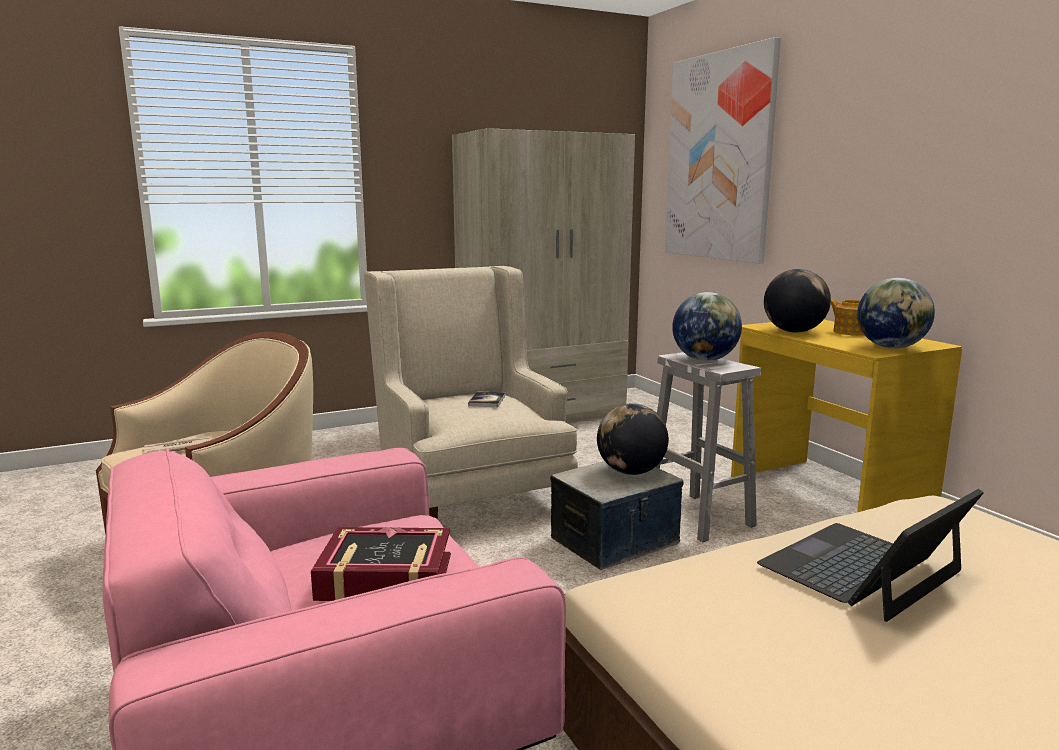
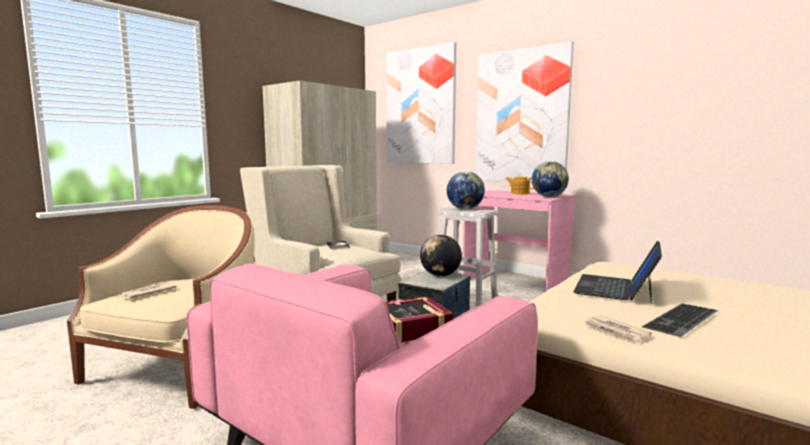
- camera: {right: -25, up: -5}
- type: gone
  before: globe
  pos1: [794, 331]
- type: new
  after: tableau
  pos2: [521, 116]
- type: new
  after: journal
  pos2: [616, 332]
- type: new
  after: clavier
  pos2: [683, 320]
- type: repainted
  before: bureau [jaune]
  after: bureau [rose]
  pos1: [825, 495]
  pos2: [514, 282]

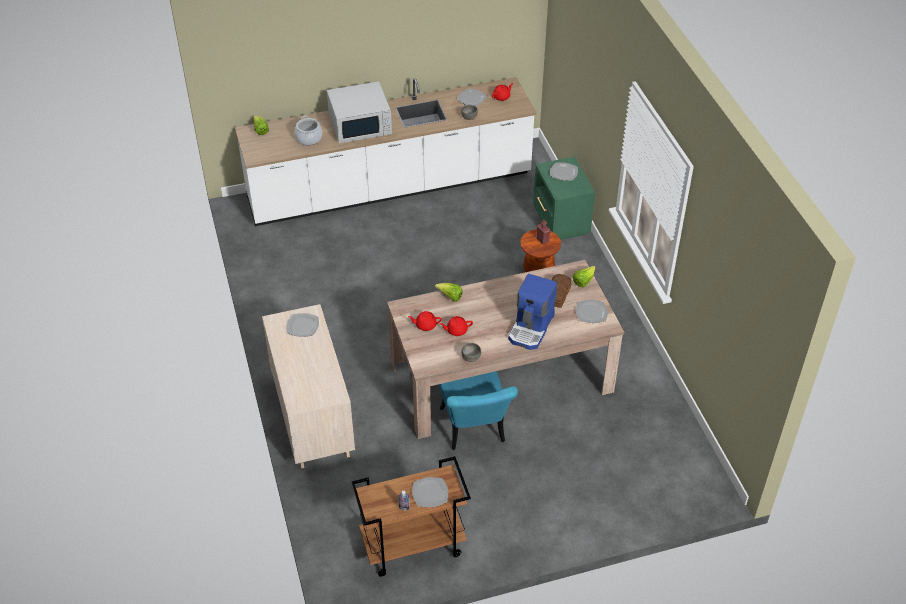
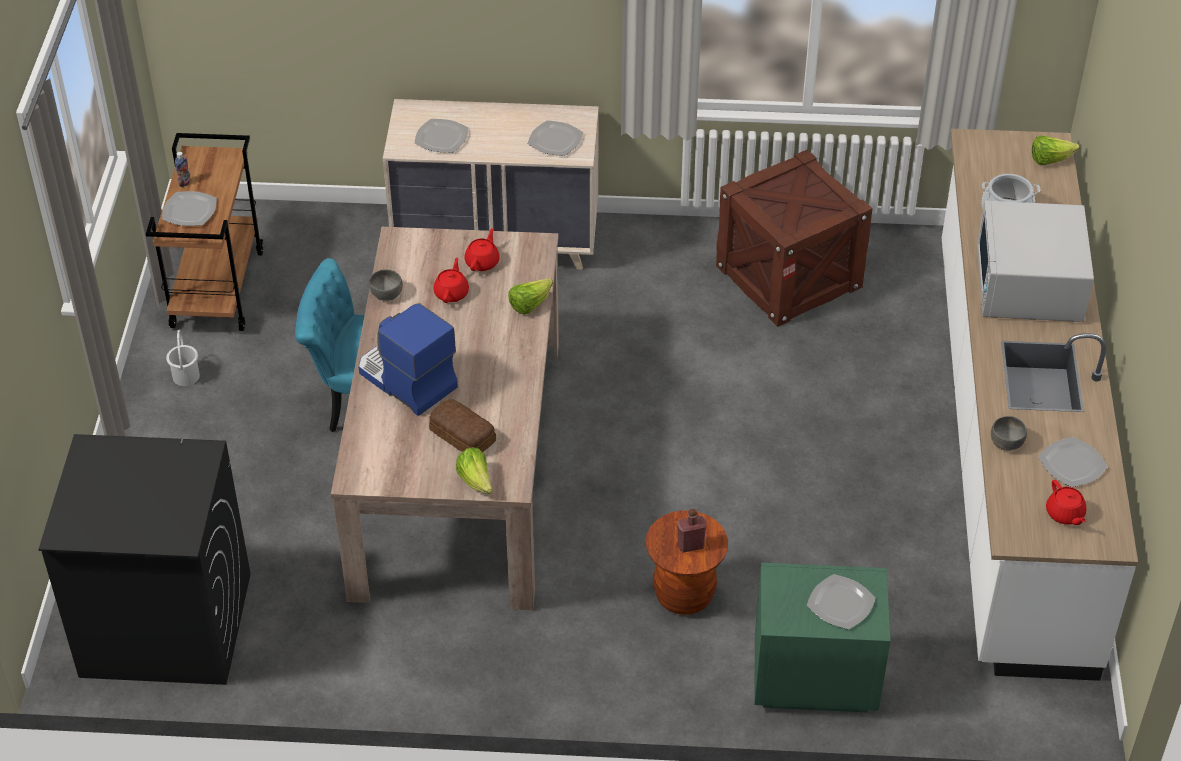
- camera: {right: 110, up: 0}
- type: new
  after: lave-linge [noir]
  pos2: [164, 625]
- type: new
  after: seau [blanc]
  pos2: [186, 376]
- type: new
  after: caisse
  pos2: [788, 276]
- type: shifted
  before: assiette
  pos1: [591, 313]
  pos2: [441, 137]

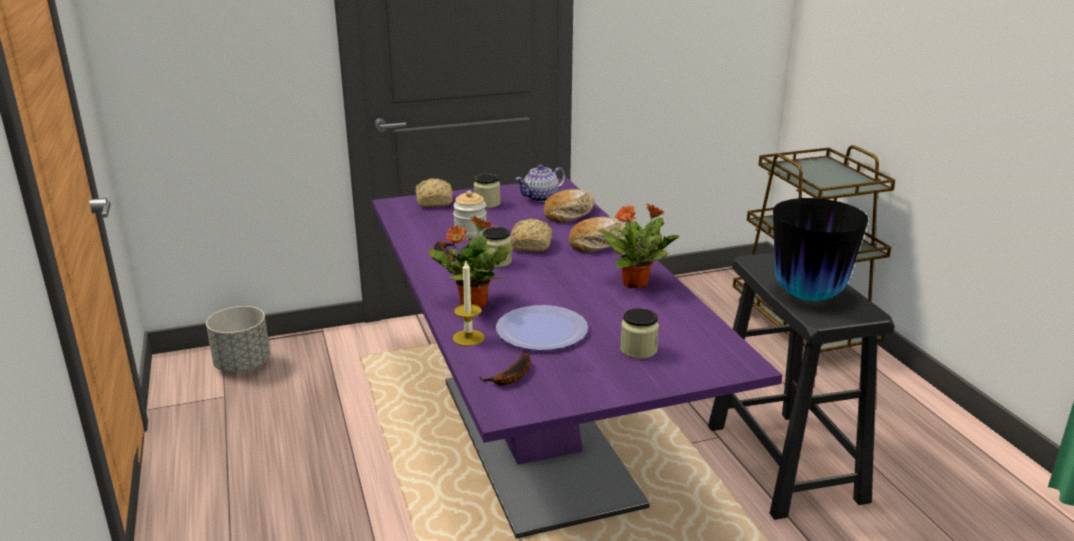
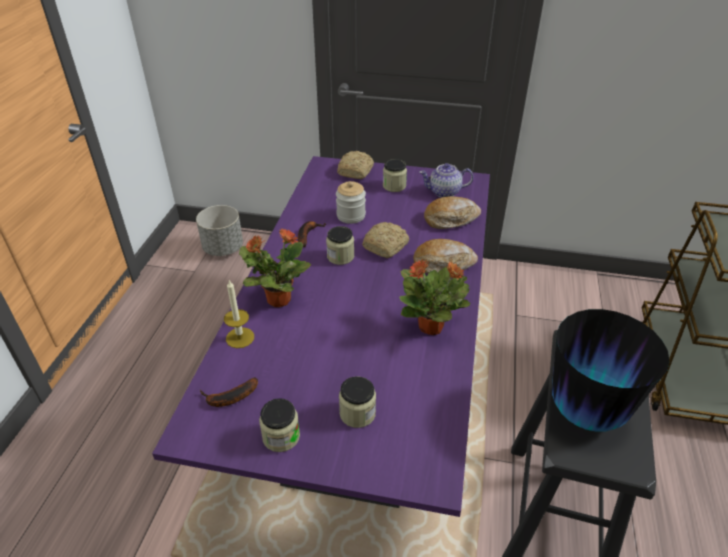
- camera: {right: 30, up: 15}
- type: gone
  before: assiette
  pos1: [541, 330]
- type: new
  after: bocal
  pos2: [281, 436]

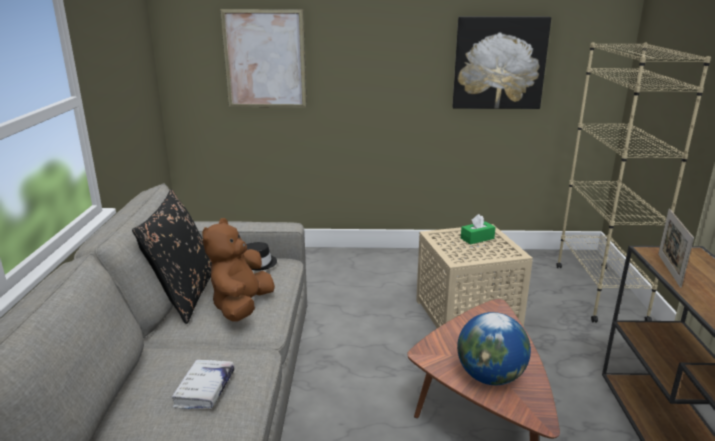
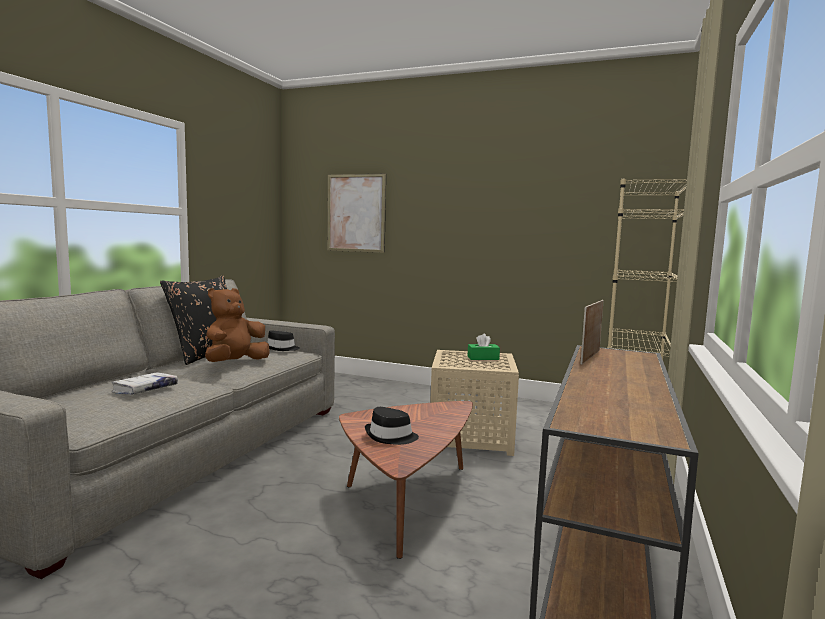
- camera: {right: 20, up: -15}
- type: gone
  before: tableau
  pos1: [499, 63]
- type: swapped
  before: globe
  after: chapeau [noir]
  pos1: [490, 377]
  pos2: [391, 437]

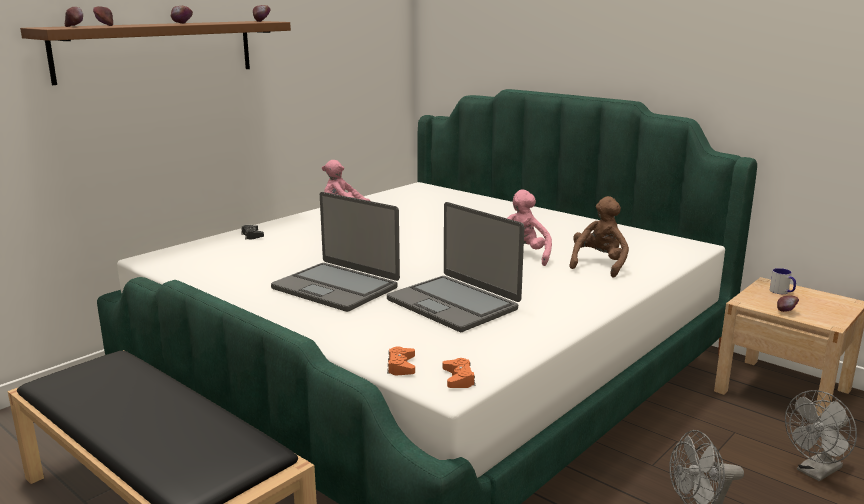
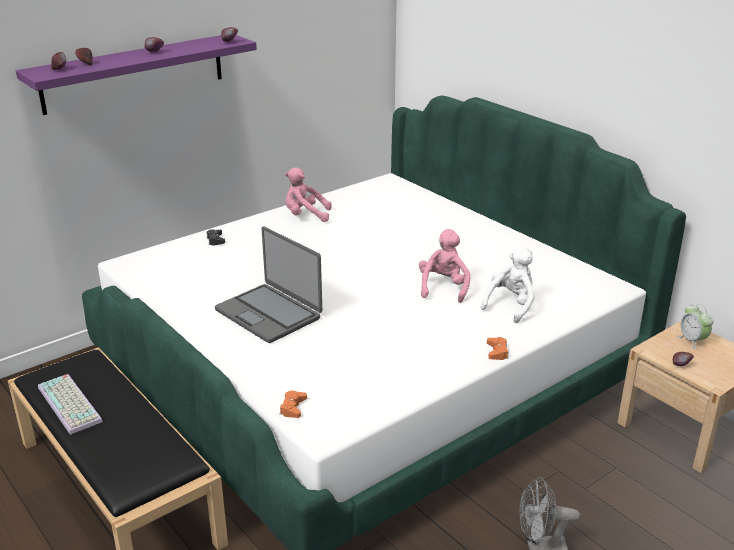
- camera: {right: 10, up: 10}
- type: gone
  before: ordinateur portable
  pos1: [453, 304]
- type: gone
  before: ventilateur [gris]
  pos1: [815, 472]
- type: new
  after: clavier
  pos2: [71, 404]
- type: shifted
  before: manette [orange]
  pos1: [458, 379]
  pos2: [497, 352]
- type: swapped
  before: mug
  after: réveil
  pos1: [782, 292]
  pos2: [692, 341]
- type: repainted
  before: étagère [marron]
  after: étagère [violet]
  pos1: [157, 50]
  pos2: [134, 73]
- type: repainted
  before: peluche [marron]
  after: peluche [blanc]
  pos1: [599, 264]
  pos2: [511, 305]

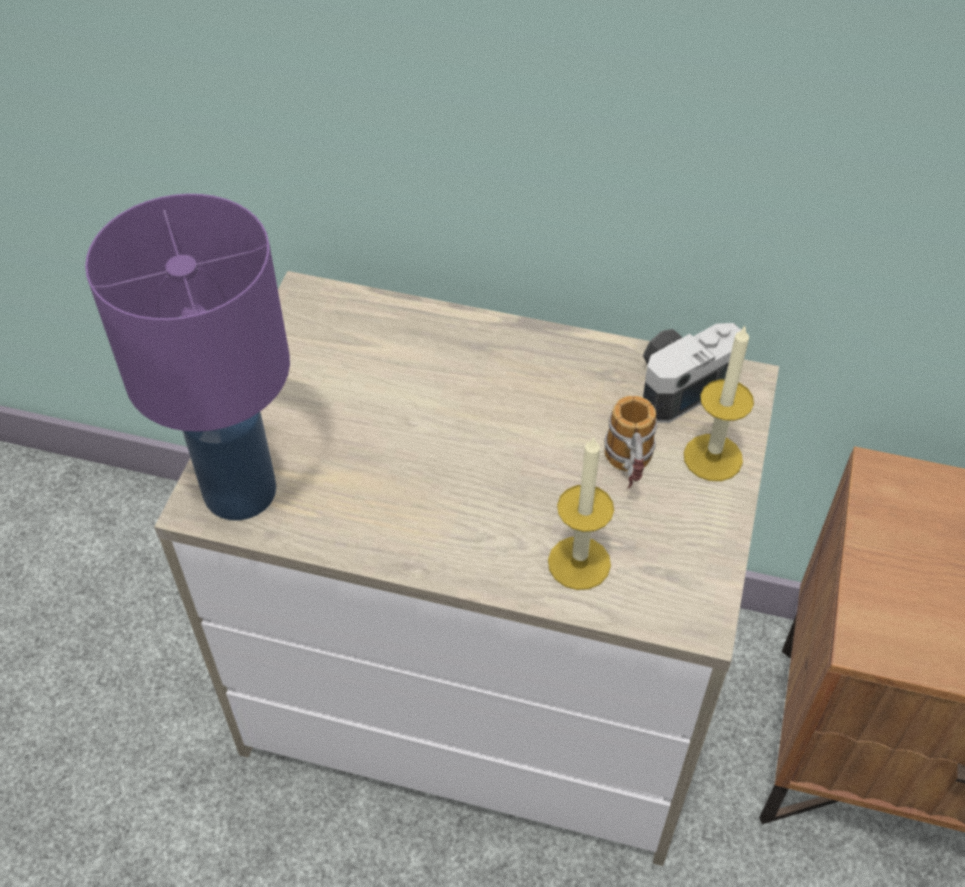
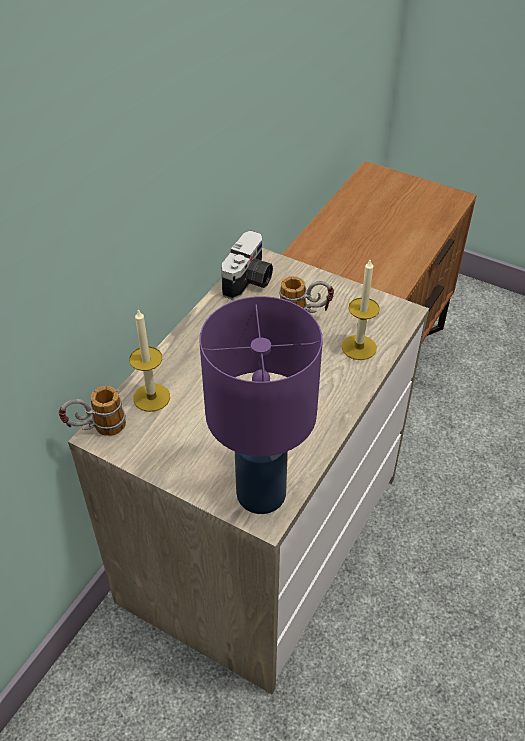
- camera: {right: -75, up: -5}
- type: new
  after: mug
  pos2: [96, 430]
- type: shifted
  before: bougie
  pos1: [713, 457]
  pos2: [151, 397]
- type: rotated
  before: appareil photo
  pos1: [679, 382]
  pos2: [250, 281]
  turn: -135

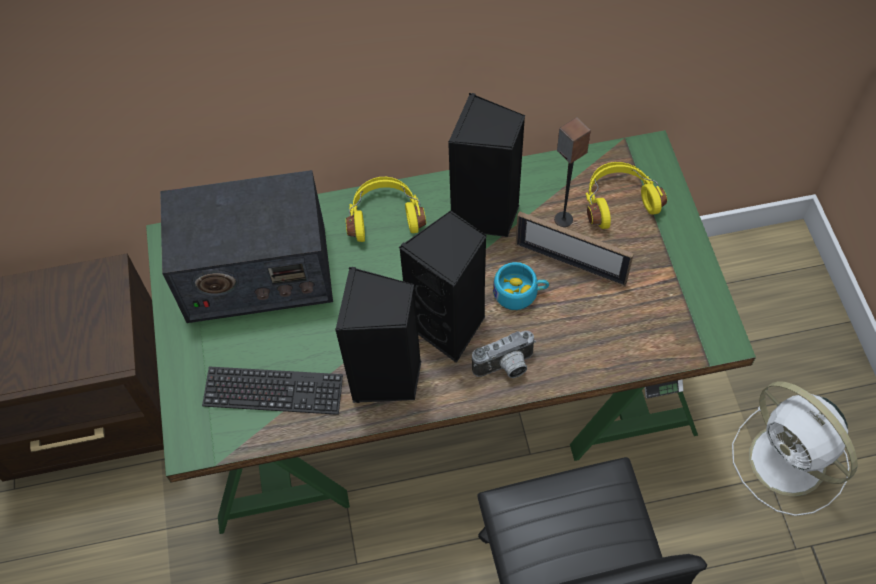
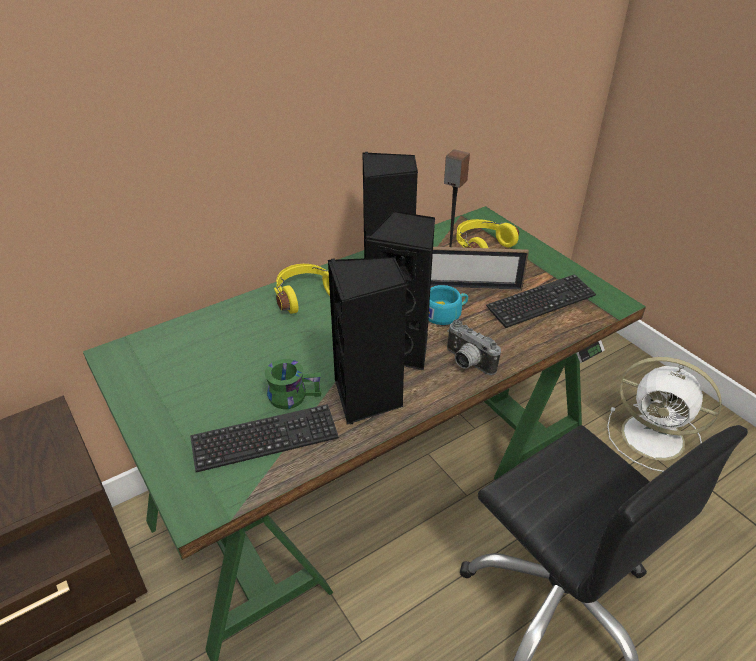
- camera: {right: -25, up: -20}
- type: gone
  before: radio
  pos1: [256, 273]
- type: new
  after: mug [vert]
  pos2: [293, 394]
- type: new
  after: clavier
  pos2: [541, 302]
- type: rotated
  before: appareil photo
  pos1: [506, 368]
  pos2: [466, 363]
  turn: 90

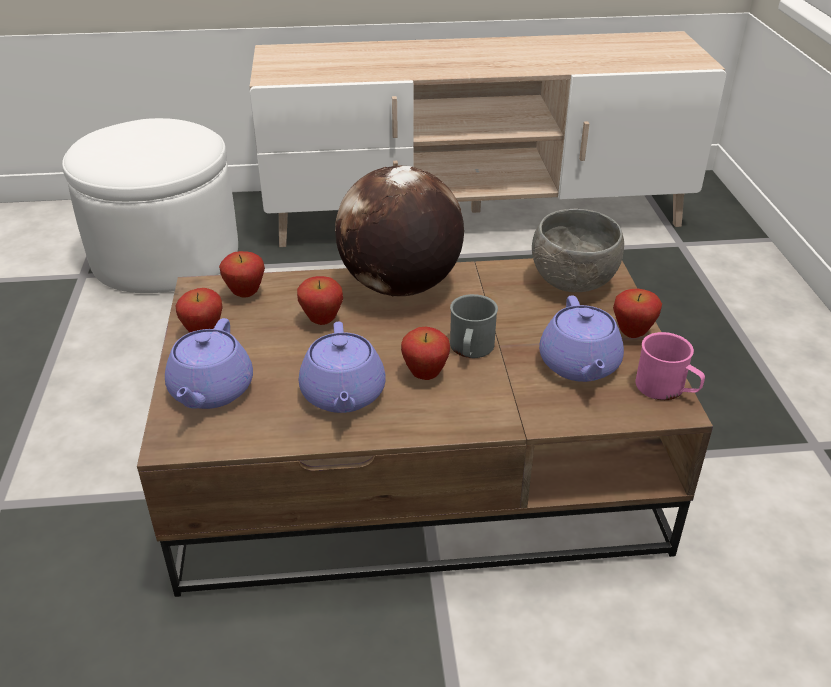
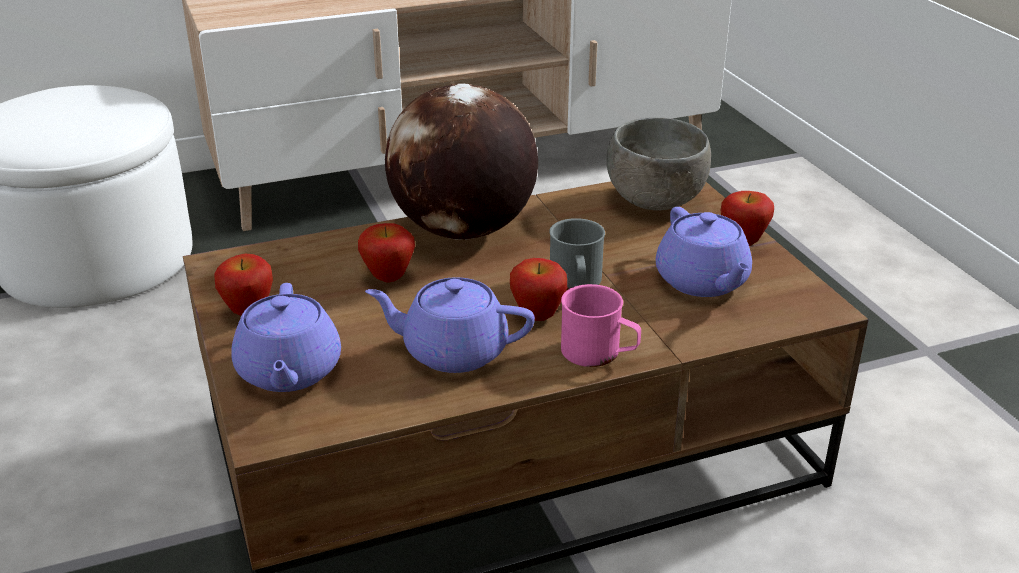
- camera: {right: -15, up: -5}
- type: gone
  before: pomme
  pos1: [245, 294]
- type: shifted
  before: mug [rose]
  pos1: [666, 389]
  pos2: [599, 353]
- type: rotated
  before: théière [violet]
  pos1: [343, 395]
  pos2: [452, 351]
  turn: 120

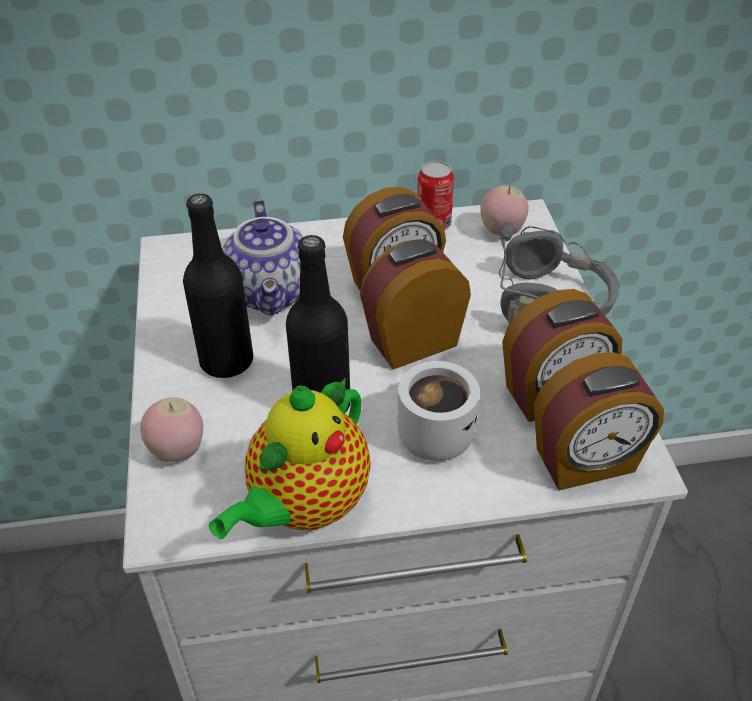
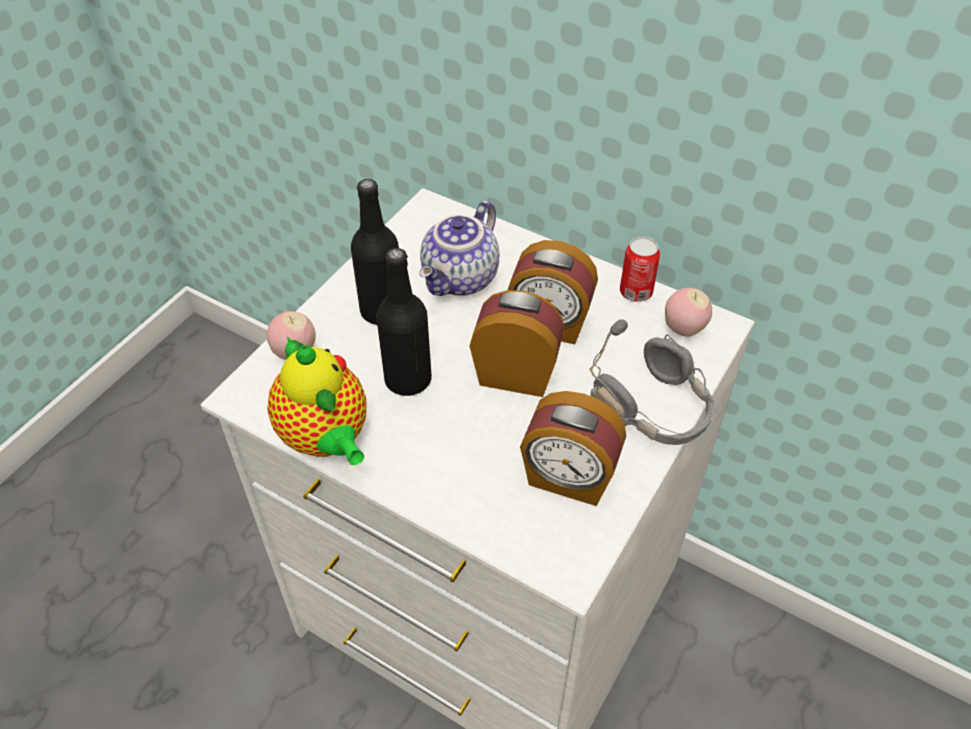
- camera: {right: 40, up: 5}
- type: gone
  before: mug [blanc]
  pos1: [431, 431]
- type: gone
  before: réveil
  pos1: [586, 462]
- type: rotated
  before: théière
  pos1: [304, 507]
  pos2: [326, 439]
  turn: -105

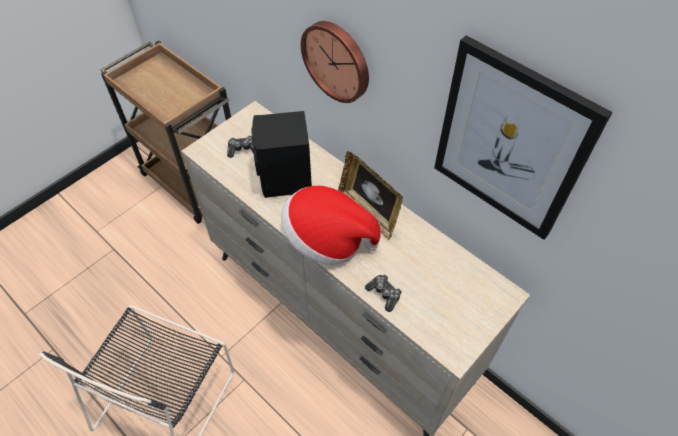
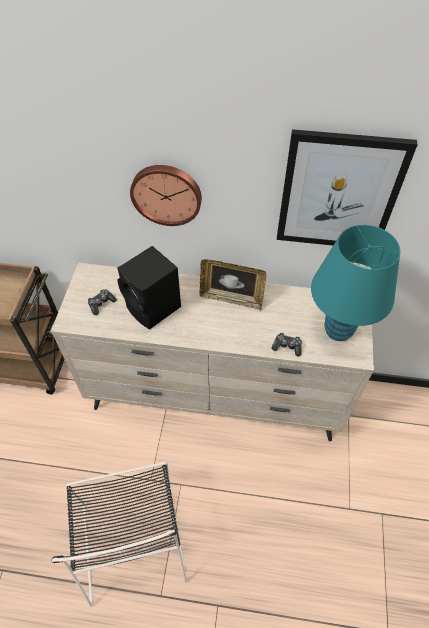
- camera: {right: -35, up: 0}
- type: gone
  before: chapeau
  pos1: [327, 239]
- type: new
  after: lampe de table [turquoise]
  pos2: [338, 330]

